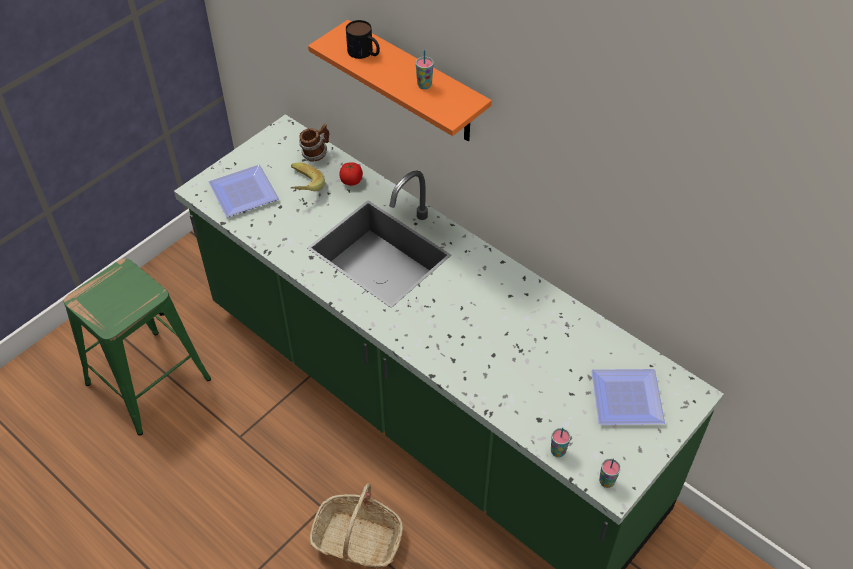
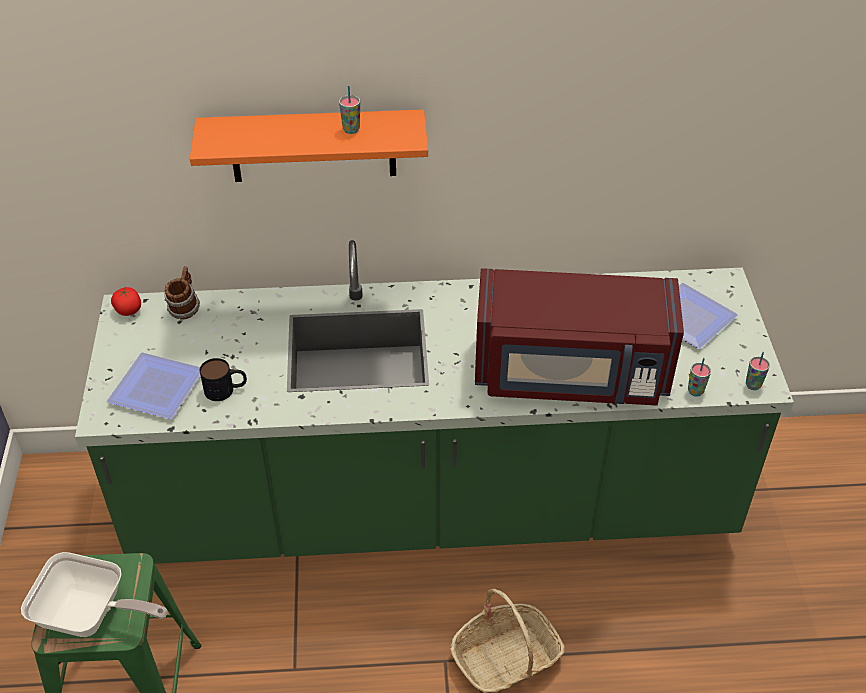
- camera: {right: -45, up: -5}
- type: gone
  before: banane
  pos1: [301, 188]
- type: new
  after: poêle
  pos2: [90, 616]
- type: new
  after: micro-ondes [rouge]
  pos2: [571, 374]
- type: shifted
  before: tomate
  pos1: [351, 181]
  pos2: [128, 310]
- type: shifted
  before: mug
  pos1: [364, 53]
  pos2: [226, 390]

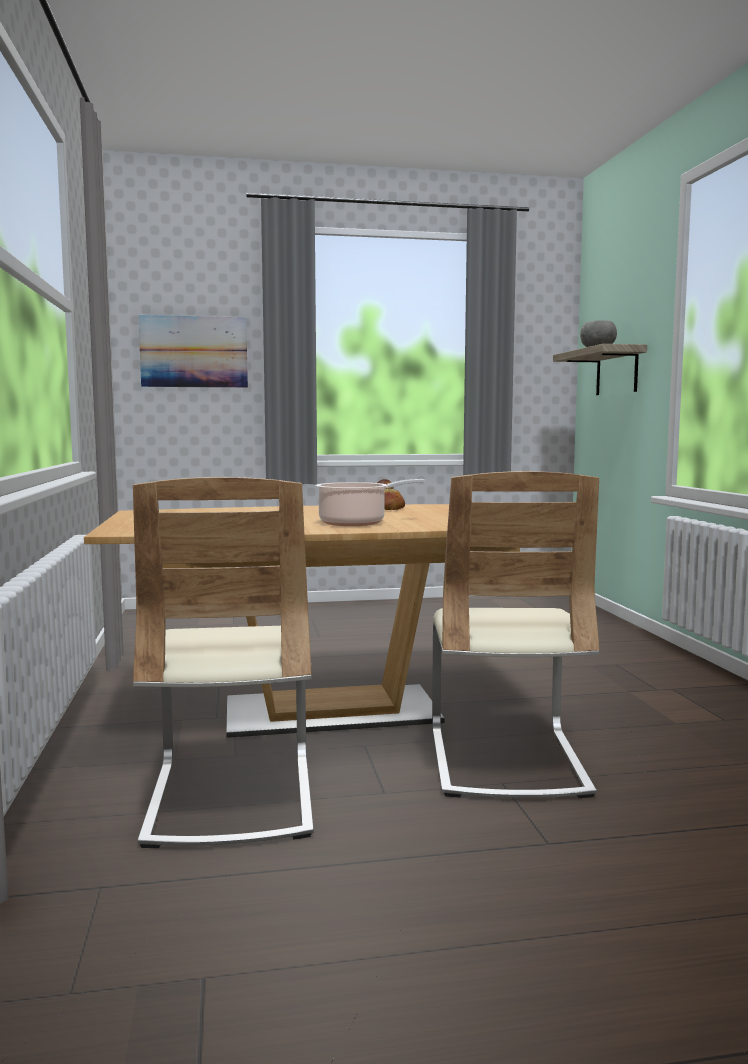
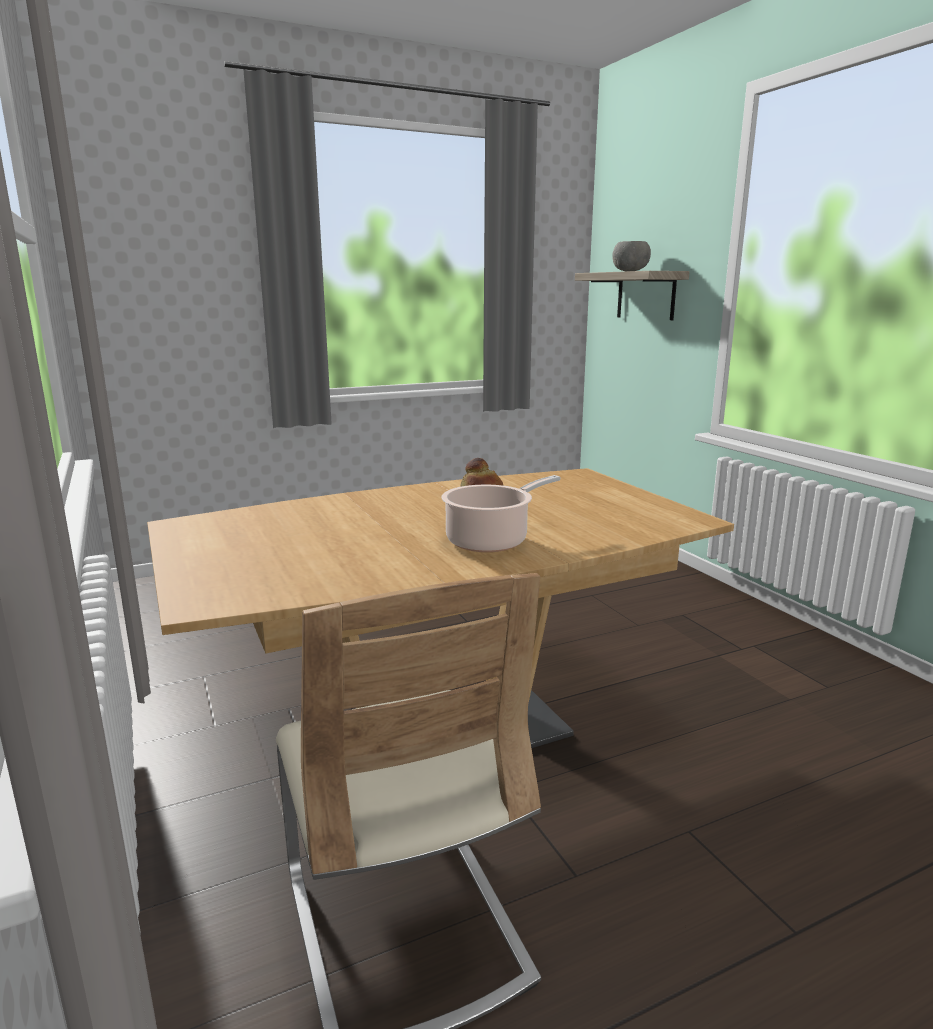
- camera: {right: -15, up: 10}
- type: gone
  before: tableau
  pos1: [194, 352]
- type: gone
  before: chaise [beige]
  pos1: [505, 761]

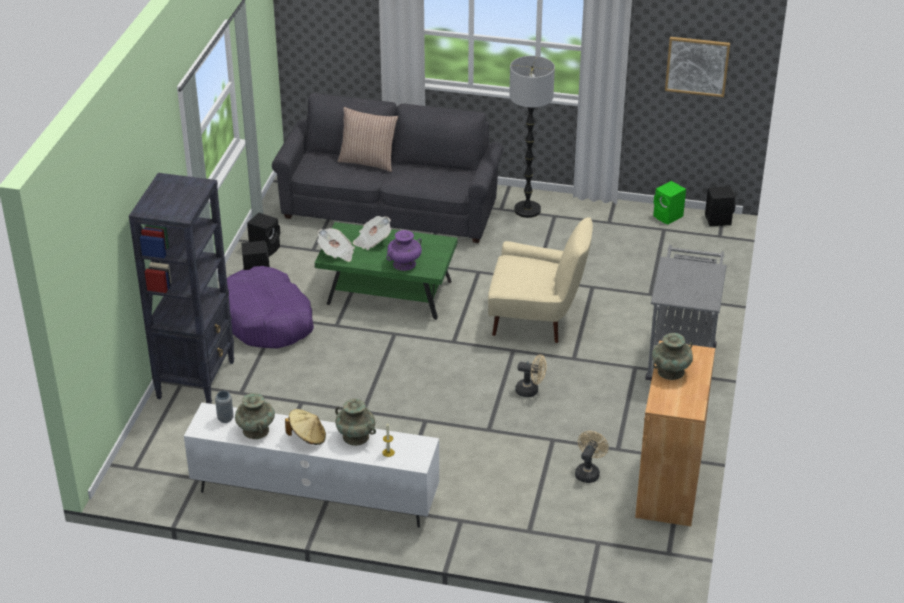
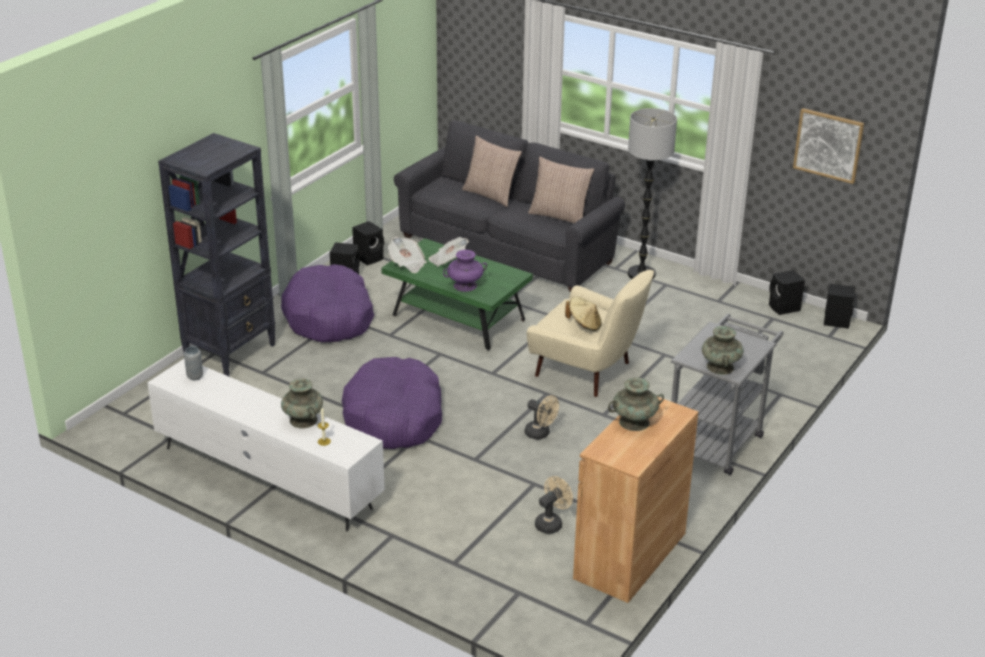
- camera: {right: 20, up: -5}
- type: new
  after: panier pour chien [violet]
  pos2: [394, 417]
- type: new
  after: coussin
  pos2: [559, 216]
- type: shifted
  before: vase [turquoise]
  pos1: [255, 430]
  pos2: [720, 367]
- type: shifted
  before: chapeau [beige]
  pos1: [307, 437]
  pos2: [584, 325]
- type: repainted
  before: enceinte [vert]
  after: enceinte [noir]
  pos1: [668, 217]
  pos2: [784, 308]

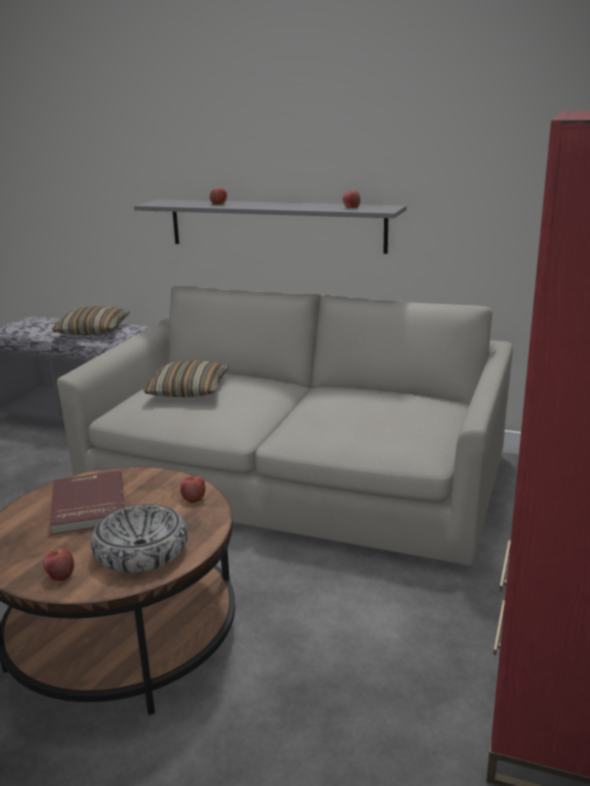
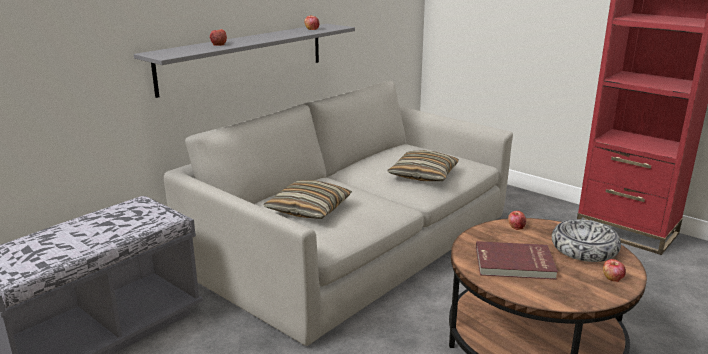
- camera: {right: -70, up: 0}
- type: shifted
  before: coussin
  pos1: [93, 331]
  pos2: [423, 175]

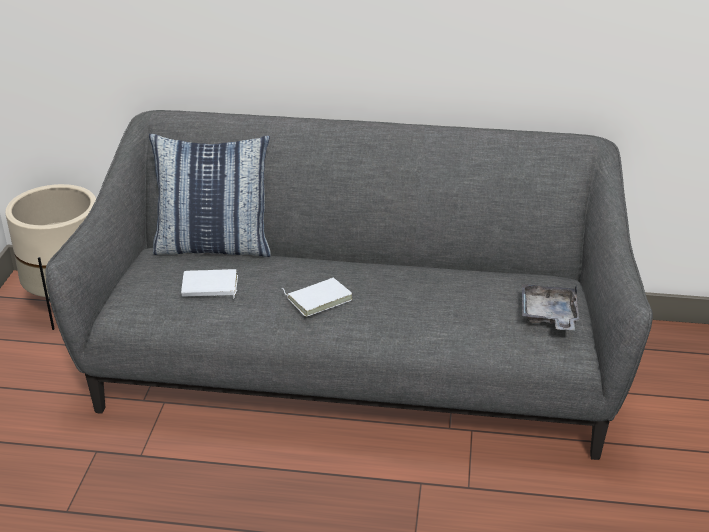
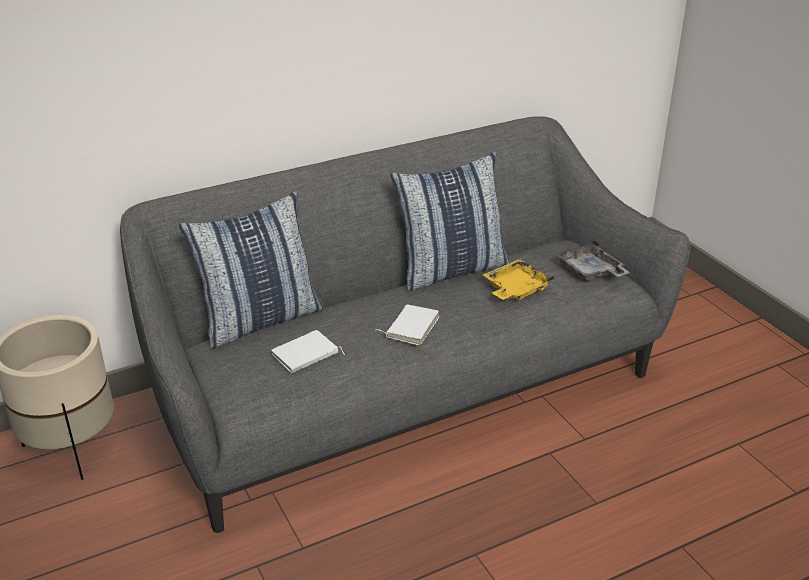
- camera: {right: -35, up: 0}
- type: new
  after: coussin
  pos2: [451, 270]
- type: new
  after: plateau [jaune]
  pos2: [515, 289]

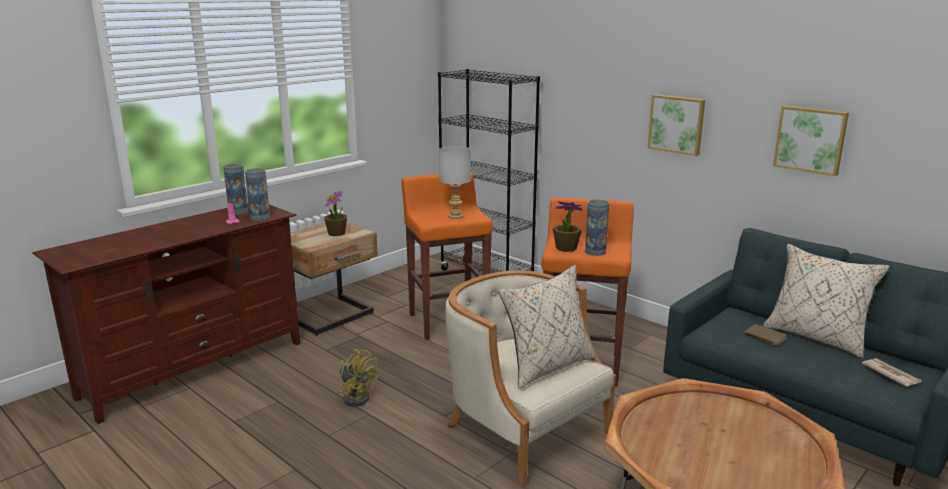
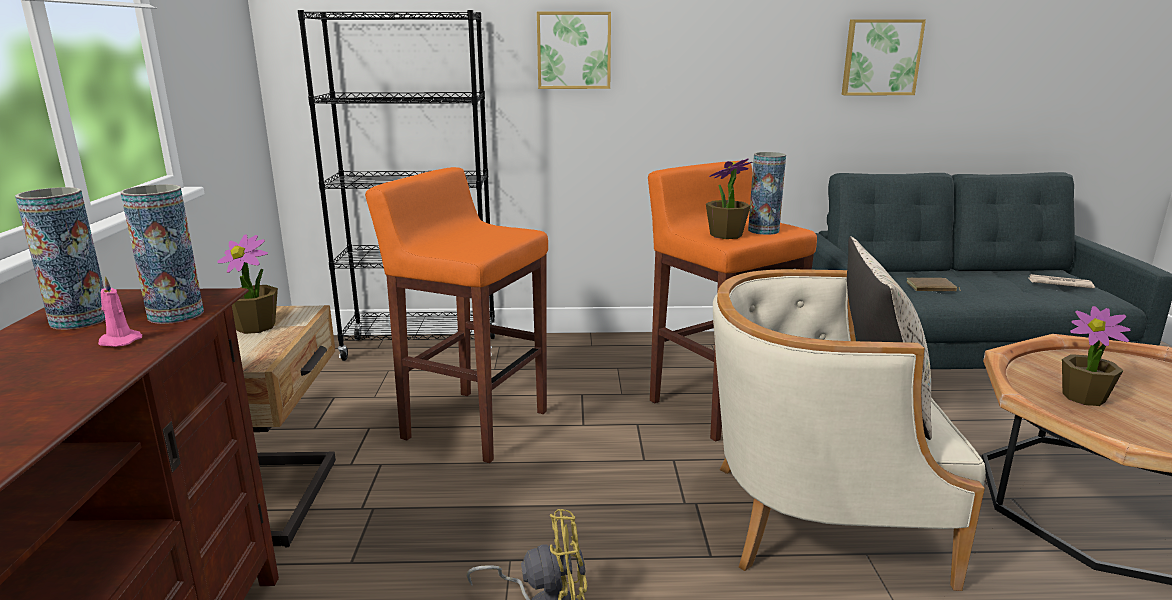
- camera: {right: -45, up: 0}
- type: gone
  before: lampe de table [gris]
  pos1: [455, 216]
- type: gone
  before: coussin [beige]
  pos1: [816, 337]
- type: new
  after: plante en pot
  pos2: [1084, 397]
- type: shifted
  before: tableau
  pos1: [677, 124]
  pos2: [574, 50]

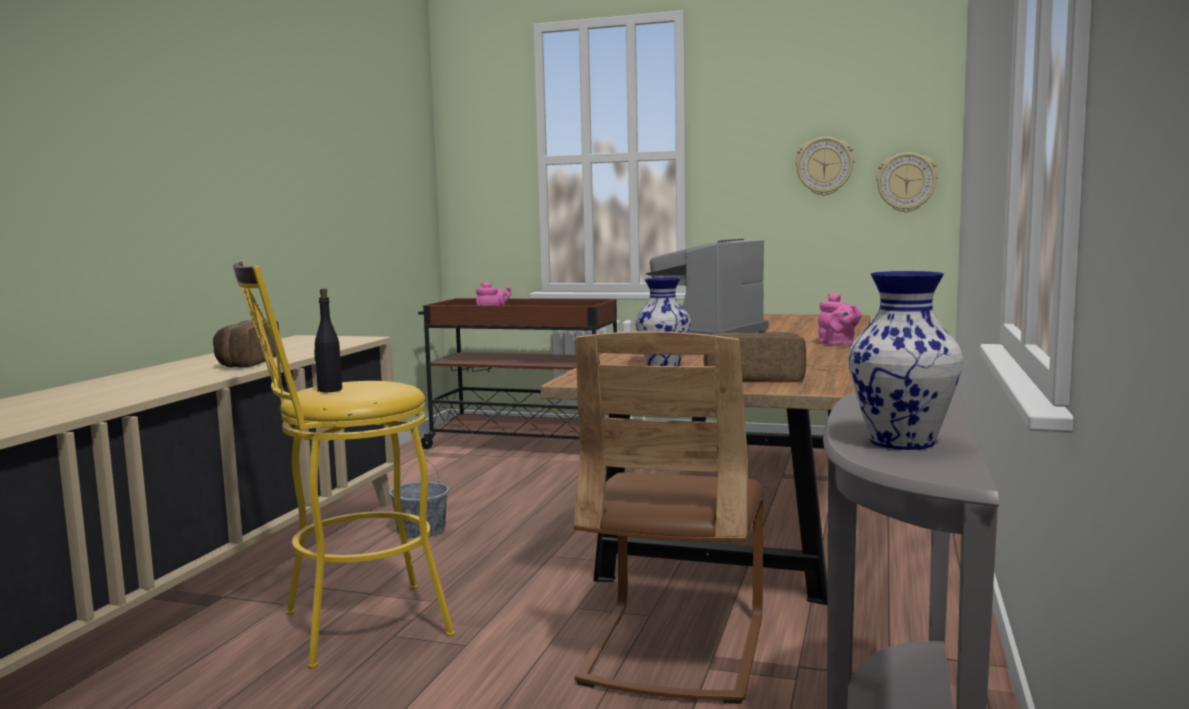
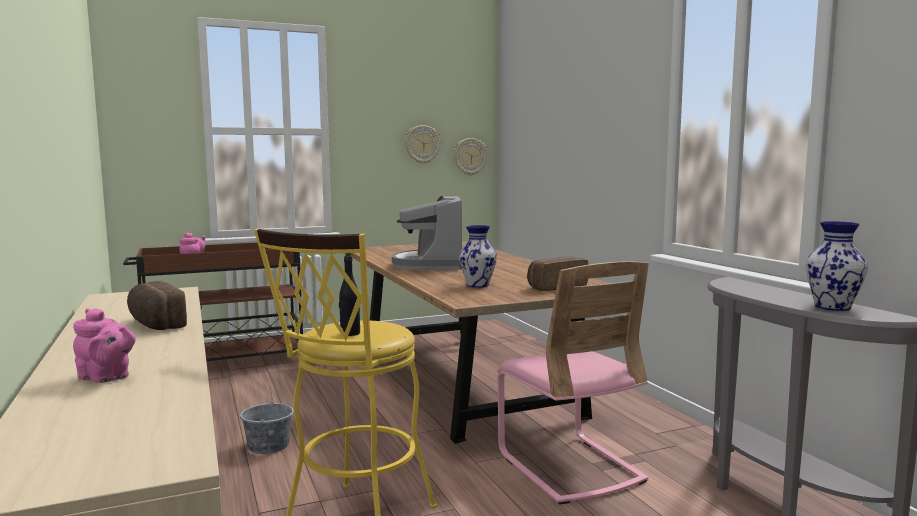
- camera: {right: -40, up: 0}
- type: shifted
  before: théière [rose]
  pos1: [838, 344]
  pos2: [107, 378]
- type: repainted
  before: chaise [marron]
  after: chaise [rose]
  pos1: [674, 650]
  pos2: [569, 467]

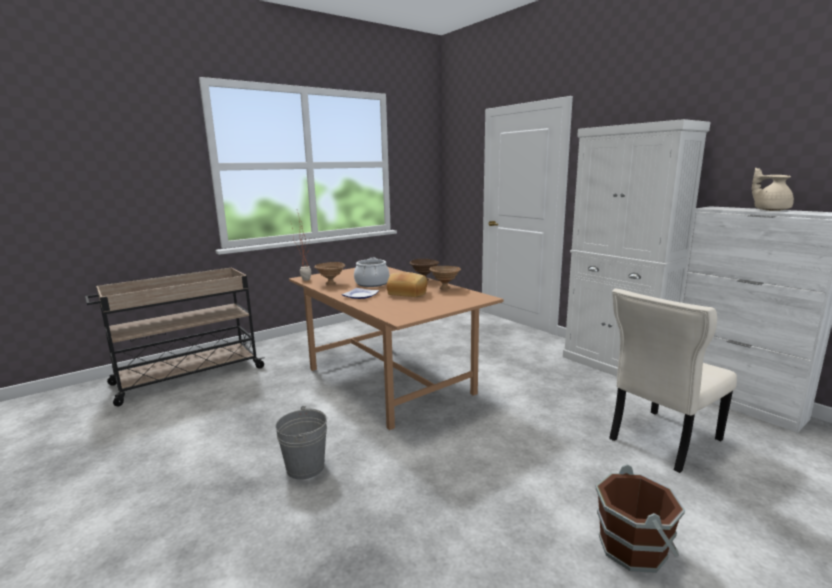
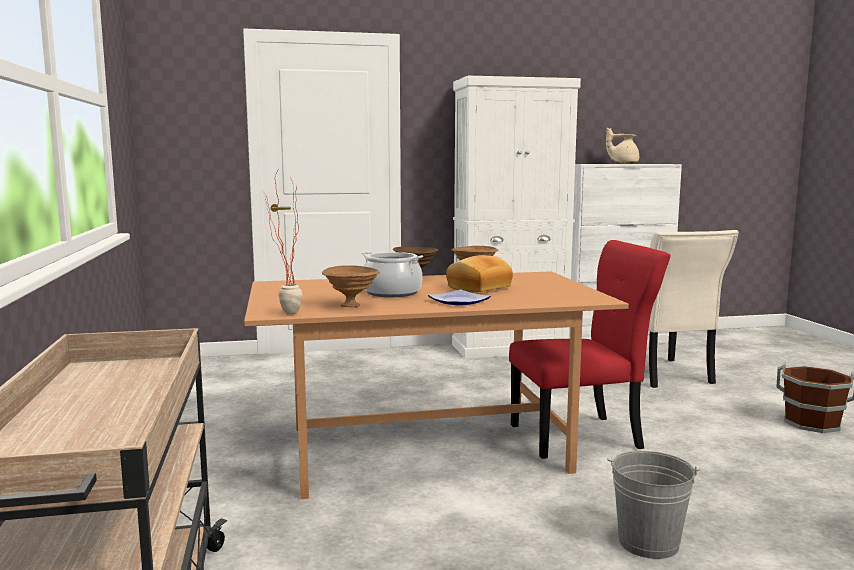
- camera: {right: -65, up: -5}
- type: new
  after: chaise [rouge]
  pos2: [580, 437]

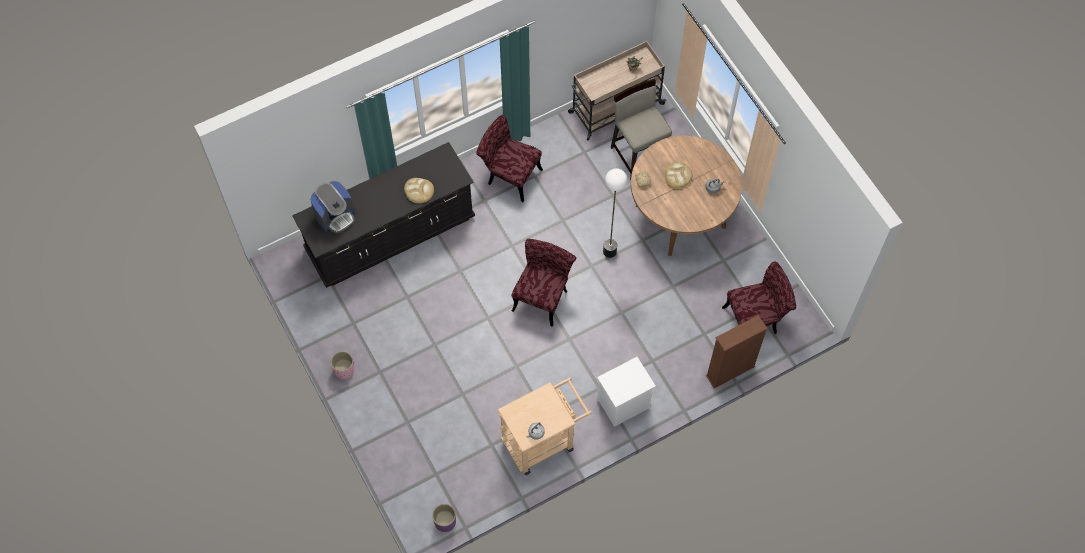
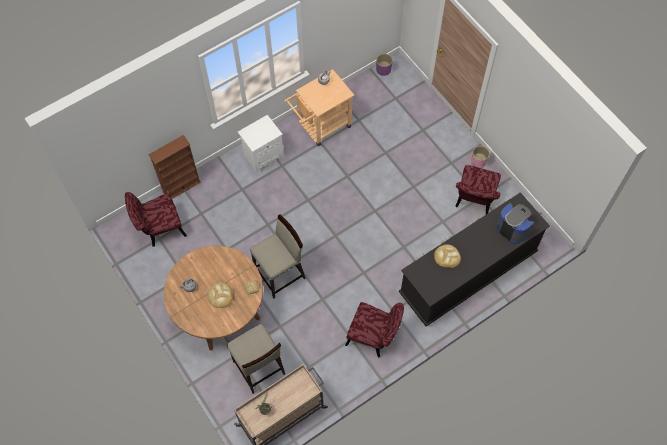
- camera: {right: 175, up: 0}
- type: shifted
  before: chaise [rouge]
  pos1: [543, 295]
  pos2: [474, 201]
- type: swapped
  before: lampadaire
  after: tabouret [beige]
  pos1: [609, 251]
  pos2: [280, 274]
- type: rotated
  before: machine à café
  pos1: [335, 216]
  pos2: [513, 228]
  turn: 90

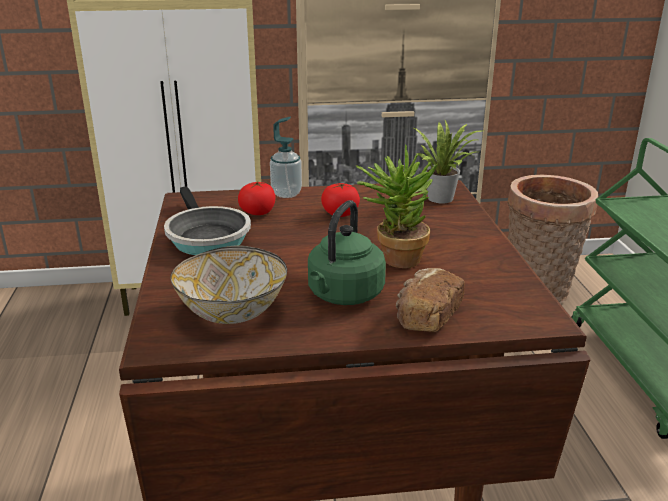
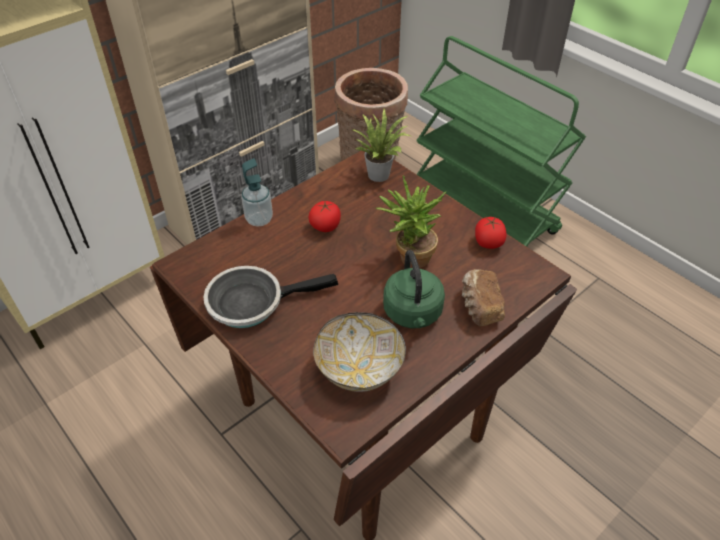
- camera: {right: -35, up: 20}
- type: shifted
  before: tomate
  pos1: [258, 212]
  pos2: [488, 242]
- type: rotated
  before: poêle
  pos1: [205, 237]
  pos2: [252, 302]
  turn: 135

